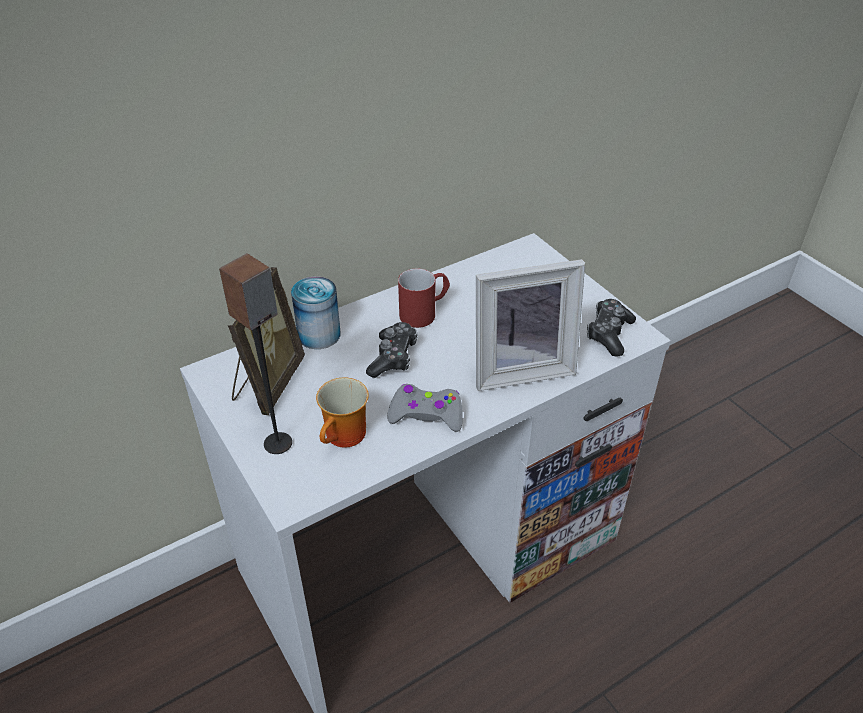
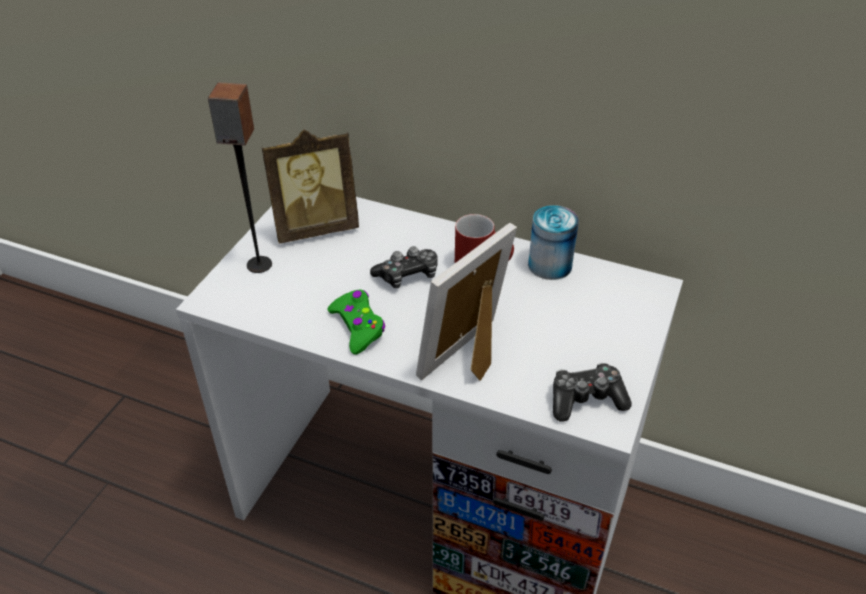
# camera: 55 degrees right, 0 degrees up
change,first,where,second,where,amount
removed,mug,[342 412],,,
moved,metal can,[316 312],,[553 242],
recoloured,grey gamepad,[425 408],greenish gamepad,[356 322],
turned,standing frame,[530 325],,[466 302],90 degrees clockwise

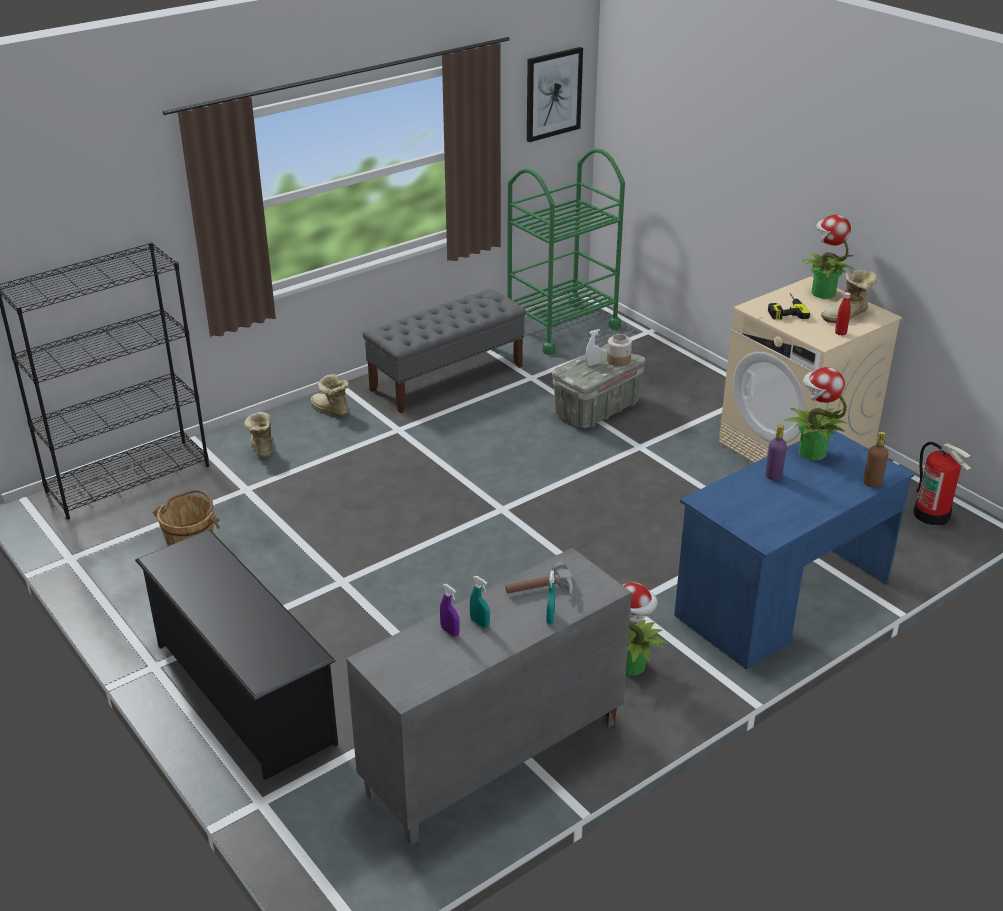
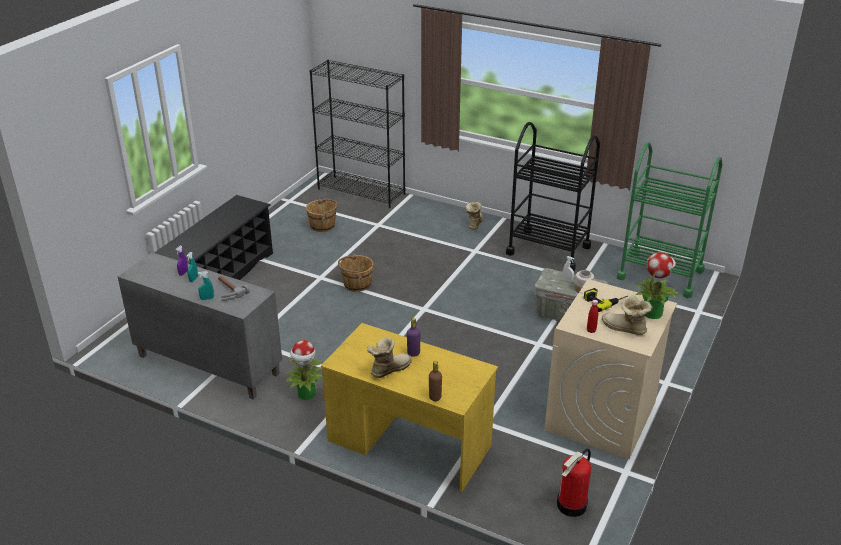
# camera: 65 degrees right, 0 degrees up
change,first,where,second,where,amount
removed,wall art,[555 94],,,
removed,plant in a pot,[815 413],,,
added,,,brown pail,[355 273],
moved,boot,[258 435],,[389 358],
replaced,grey indoor bench,[444 351],blackish trolley,[553 196],
recoloured,blue desk unit,[794 550],yellowish desk unit,[409 407],

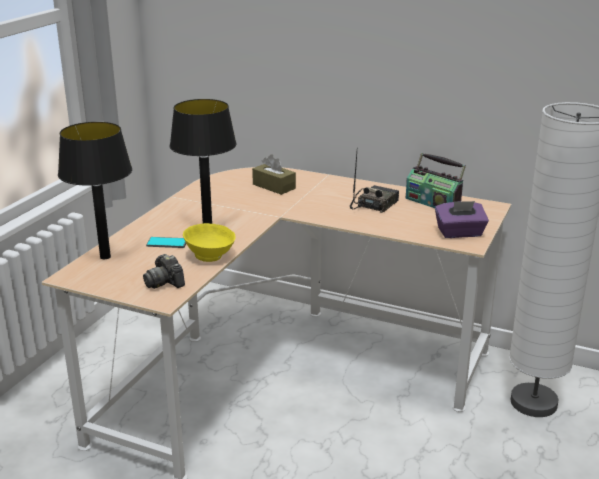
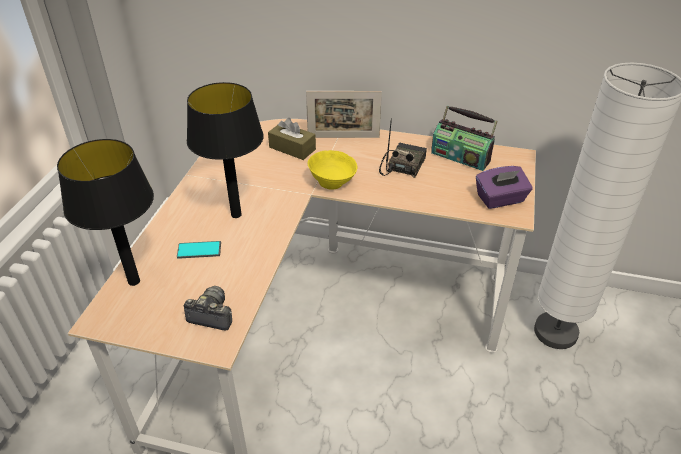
# camera: 10 degrees left, 15 degrees up
change,first,where,second,where,amount
added,,,standing frame,[344 114],
moved,yellowish deep dish,[209 242],,[332 169],
turned,still camera,[164 271],,[208 308],150 degrees clockwise

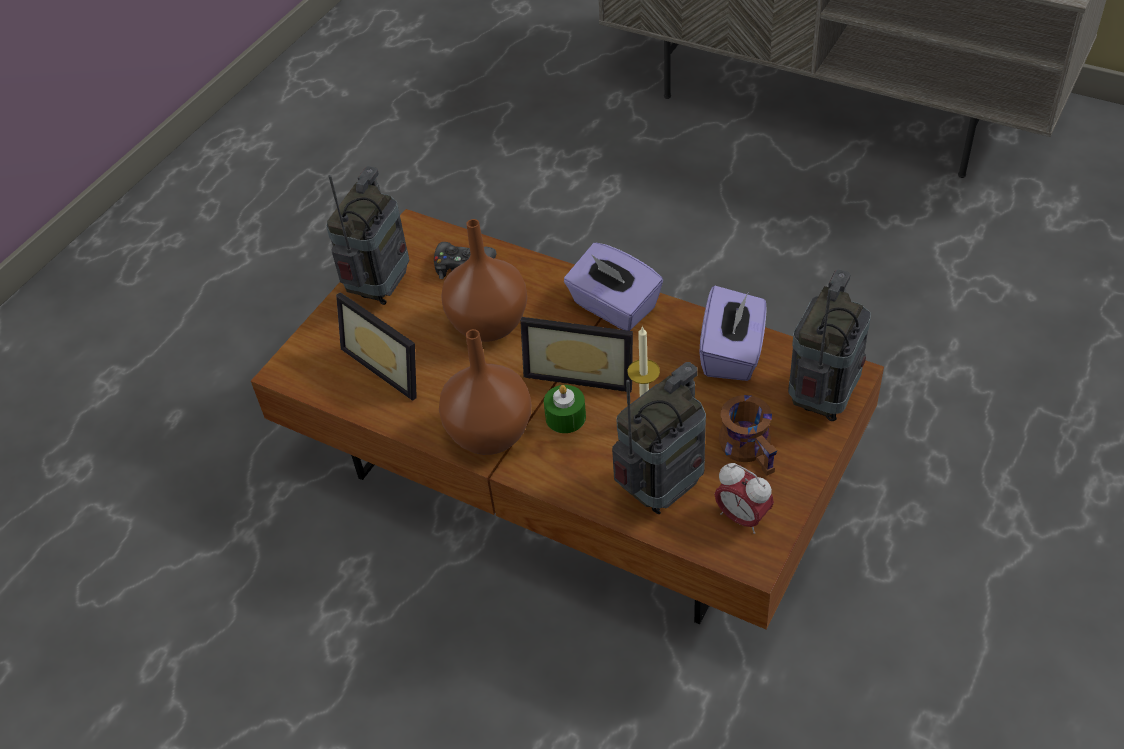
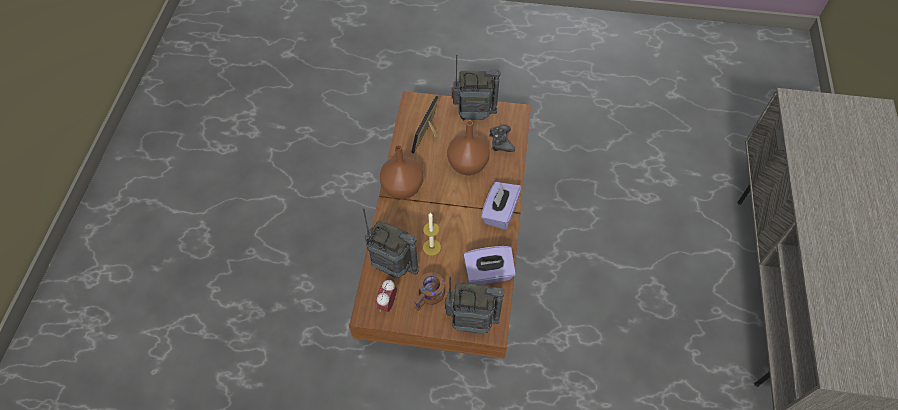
# camera: 65 degrees right, 10 degrees up
change,first,where,second,where,amount
removed,standing frame,[576 354],,,
removed,greenish wax candle,[565 409],,,

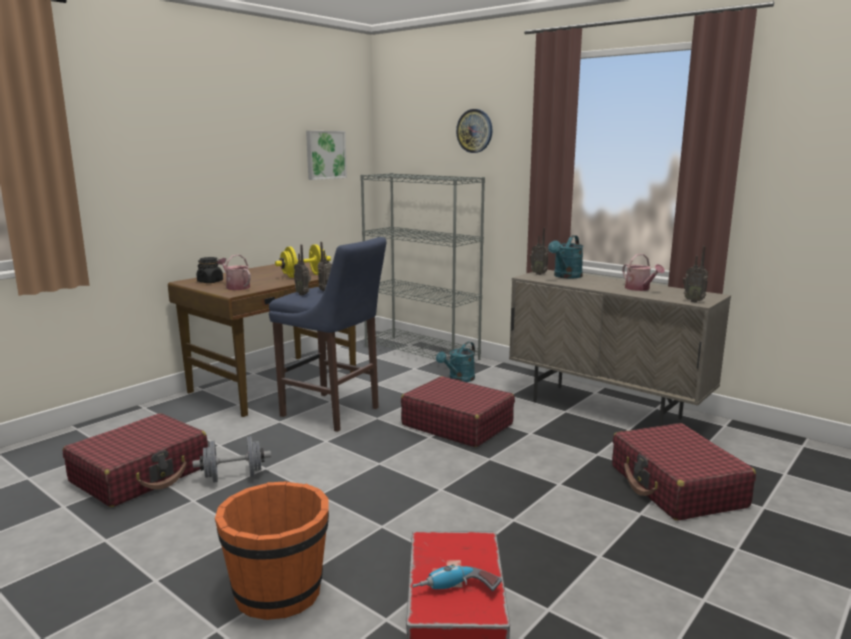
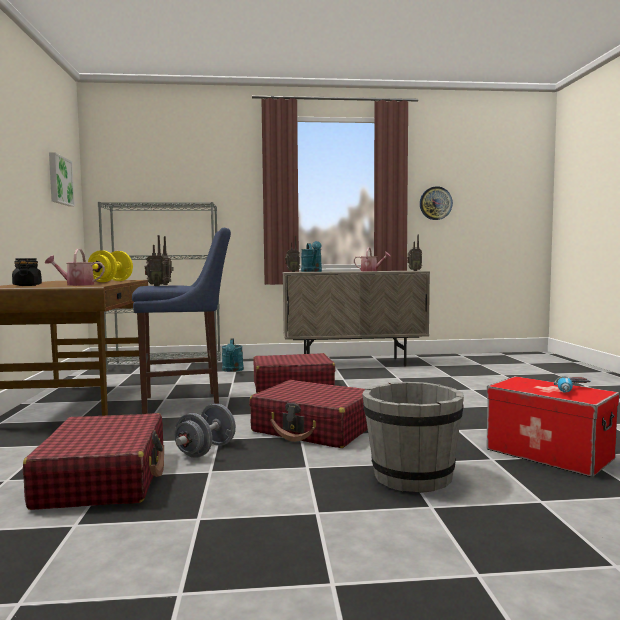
# camera: 45 degrees left, 10 degrees down
change,first,where,second,where,amount
moved,wall clock,[474 131],,[436 203],
moved,red travel case,[684 472],,[308 414],
recoloured,orangey pail,[272 550],grey pail,[413 437],

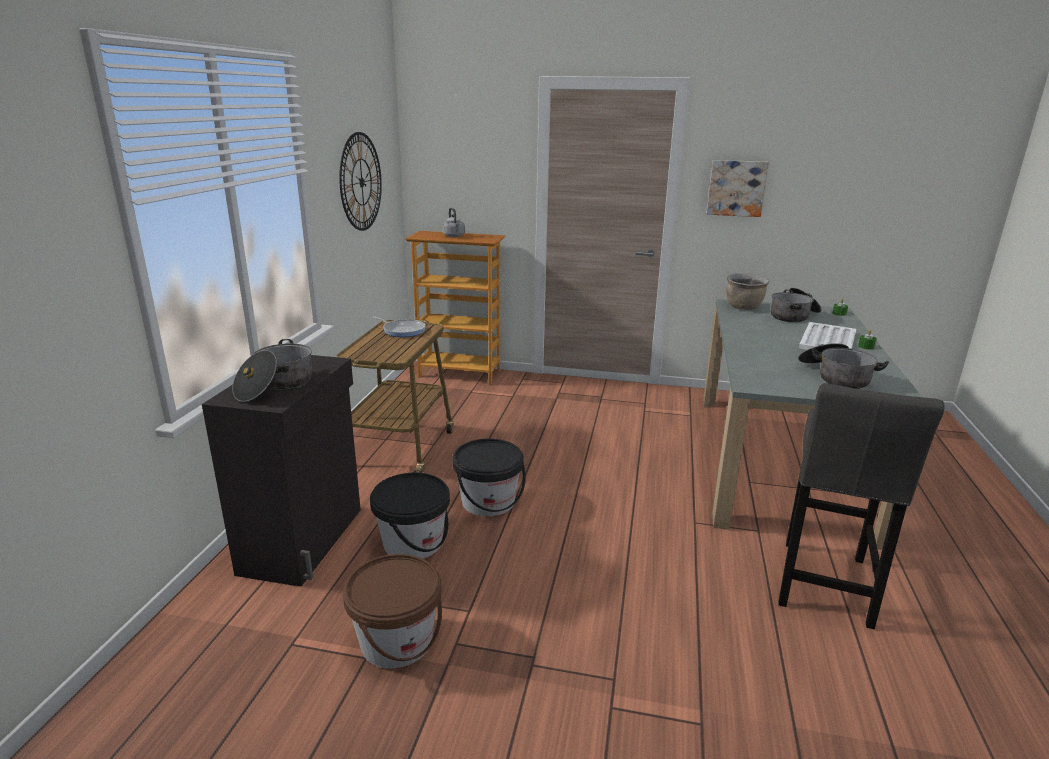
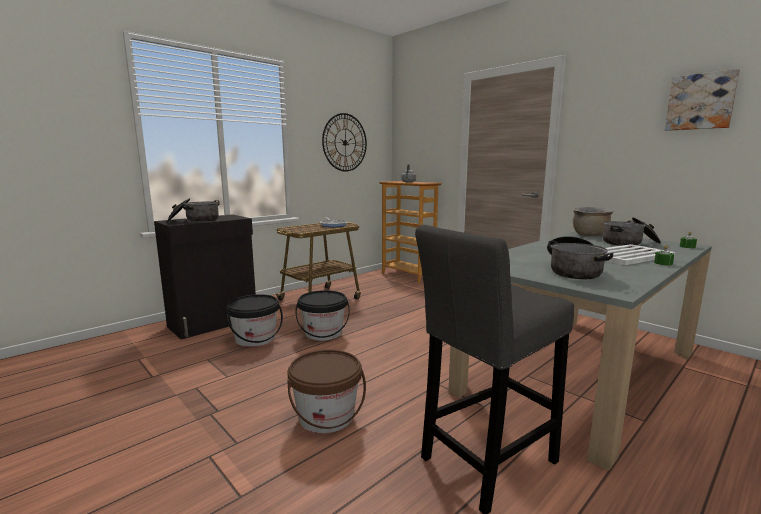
# camera: 35 degrees right, 10 degrees down
change,first,where,second,where,amount
moved,brown pail,[392 611],,[326 391],
moved,wall art,[738 188],,[702 100],

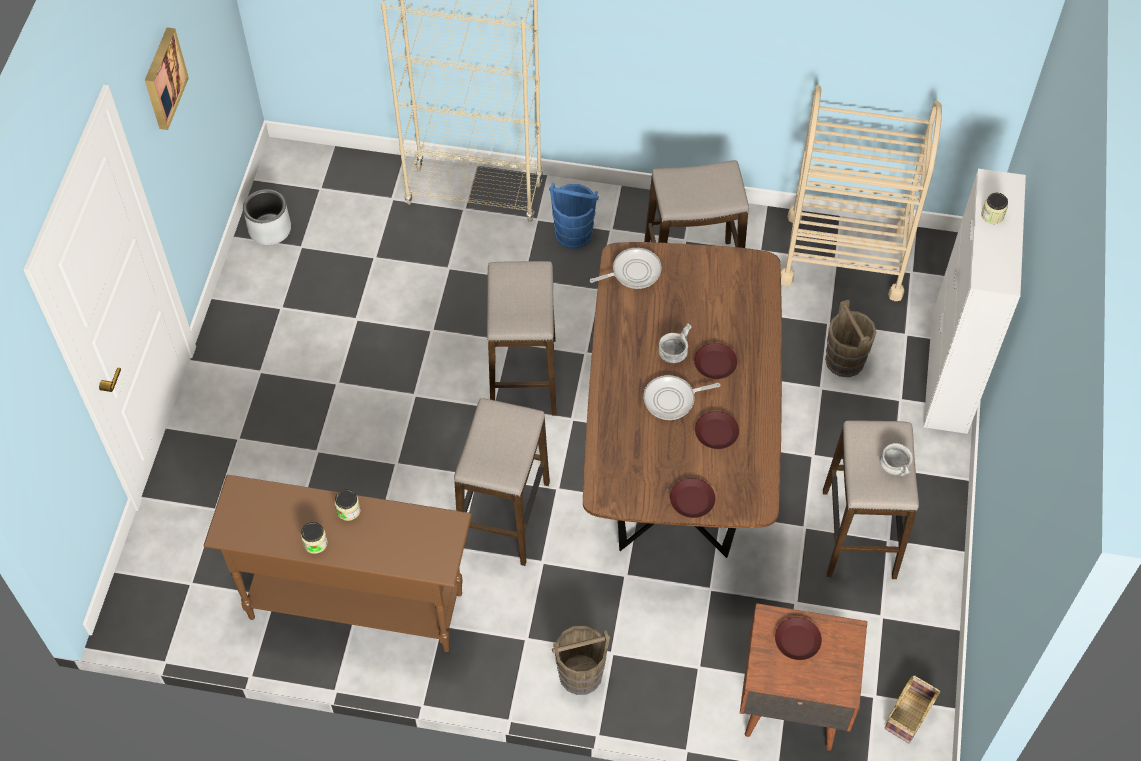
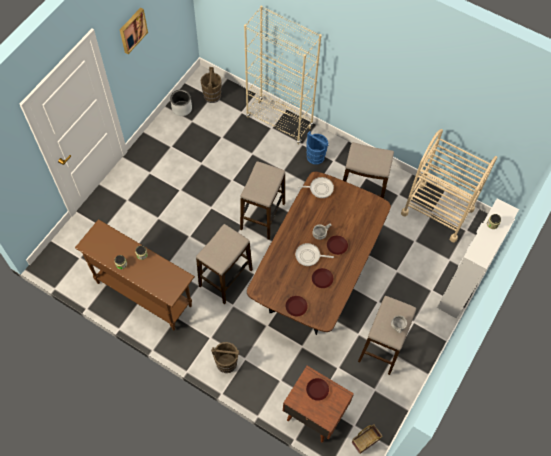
# camera: 20 degrees right, 5 degrees up
change,first,where,second,where,amount
moved,brown pail,[850 338],,[211 85],

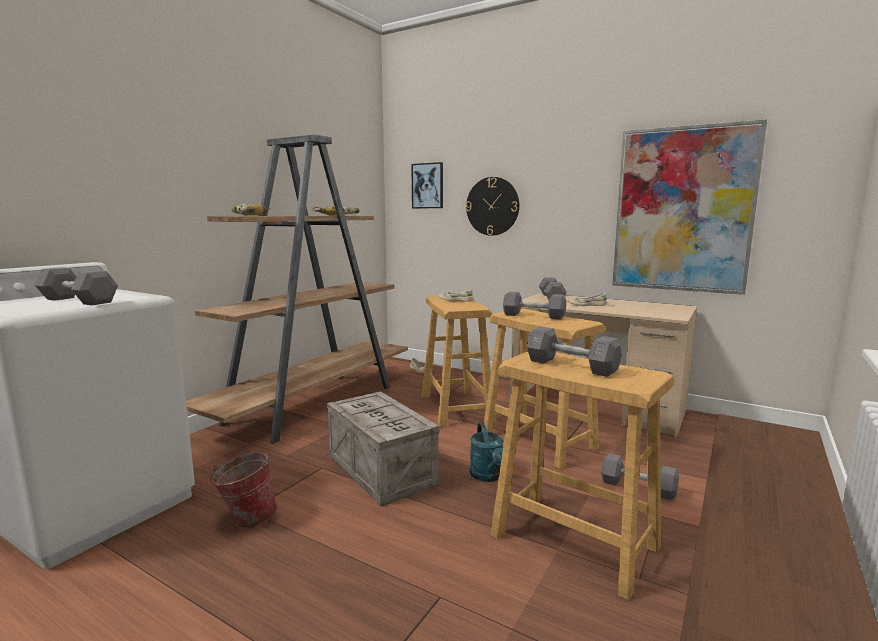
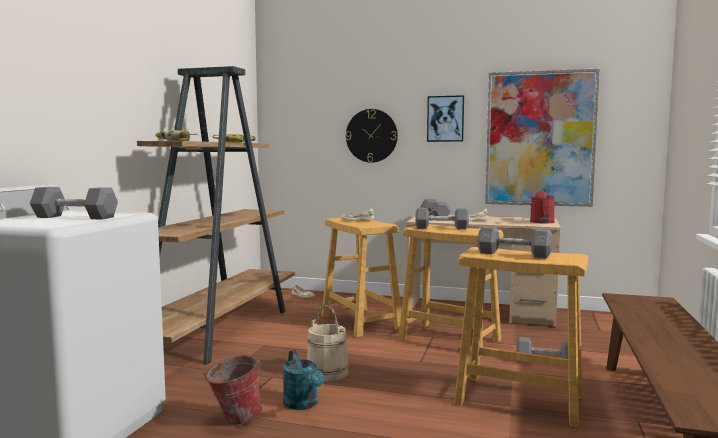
# camera: 15 degrees left, 5 degrees down
change,first,where,second,where,amount
added,,,red sprinkling can,[542 206],
moved,wall art,[427 185],,[445 118],
moved,turquoise-coloured sprinkling can,[486 452],,[303 380],
replaced,shipping crate,[383 449],beige-coloured pail,[328 343],

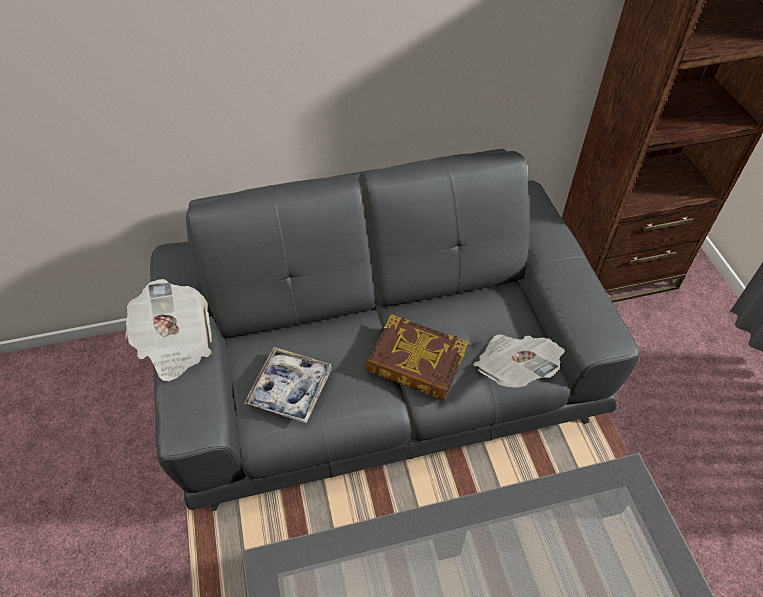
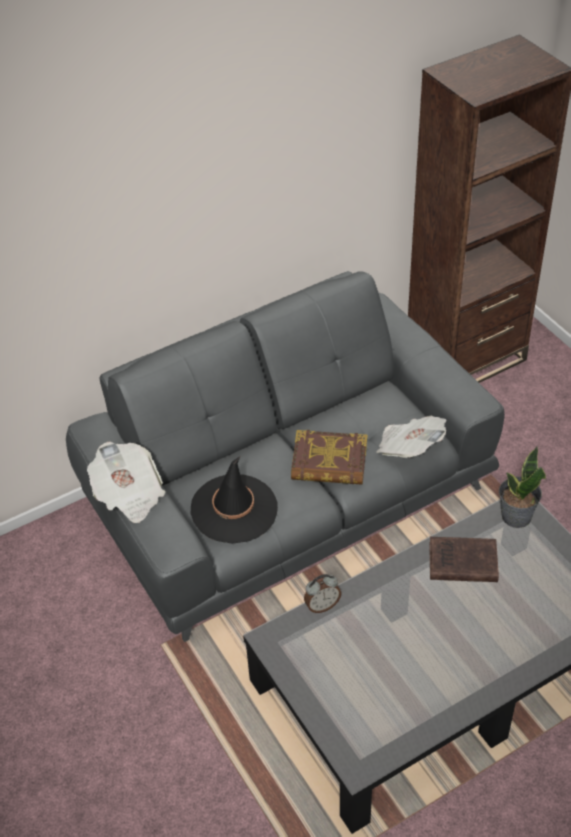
# camera: 15 degrees left, 5 degrees down
change,first,where,second,where,amount
added,,,table clock,[322 593],
added,,,brown bound book,[464 559],
added,,,plant in a pot,[522 487],
replaced,serving tray,[288 385],blackish hat,[234 500],

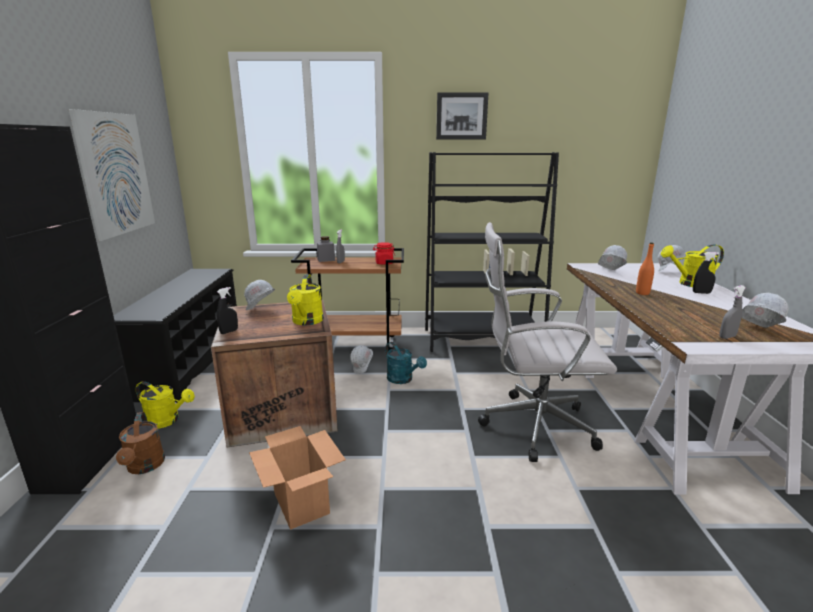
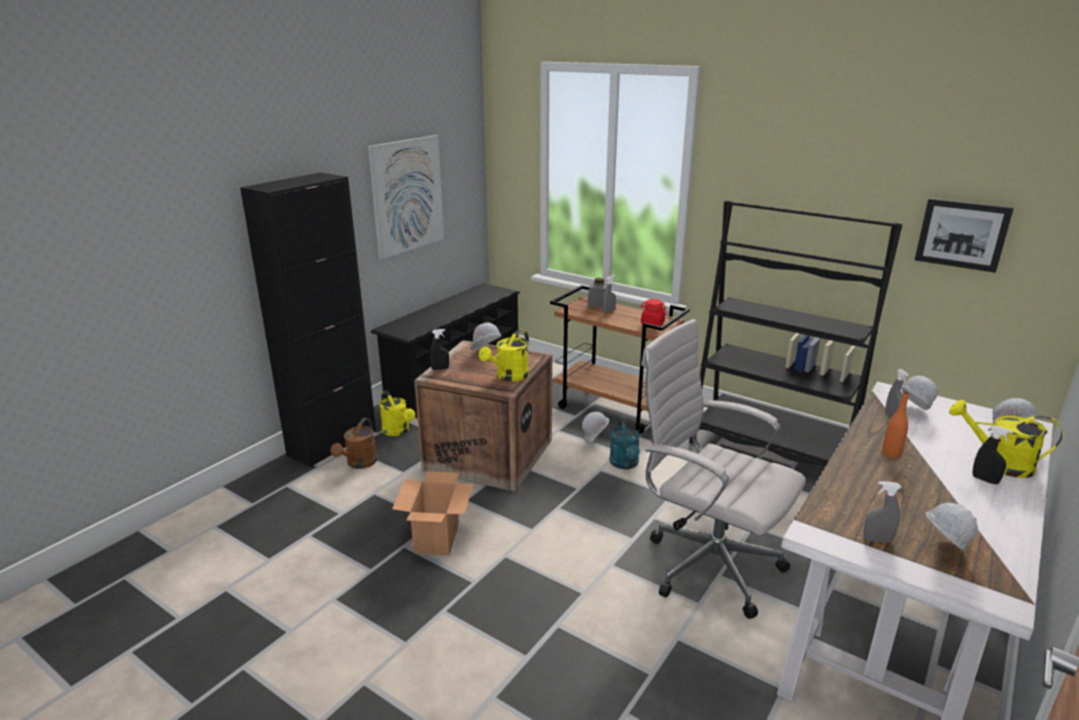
# camera: 35 degrees right, 5 degrees up
change,first,where,second,where,amount
added,,,grey sprayer,[897 393],
moved,wall art,[462 116],,[964 235],

